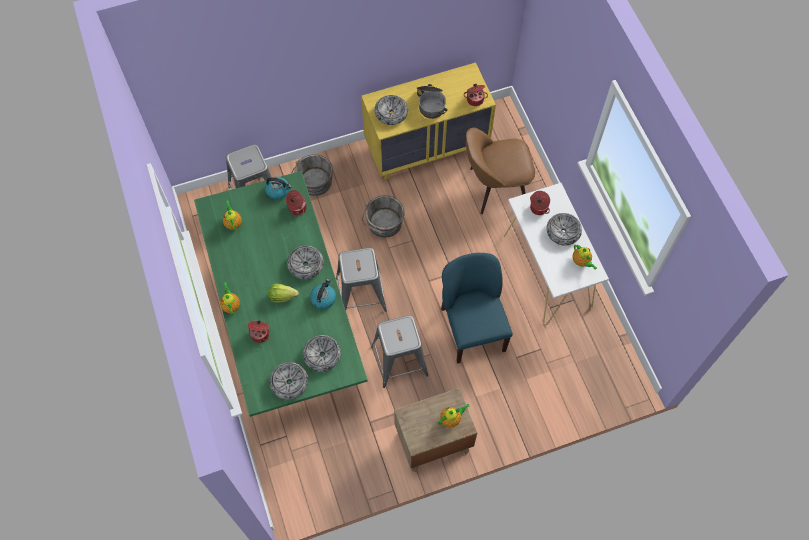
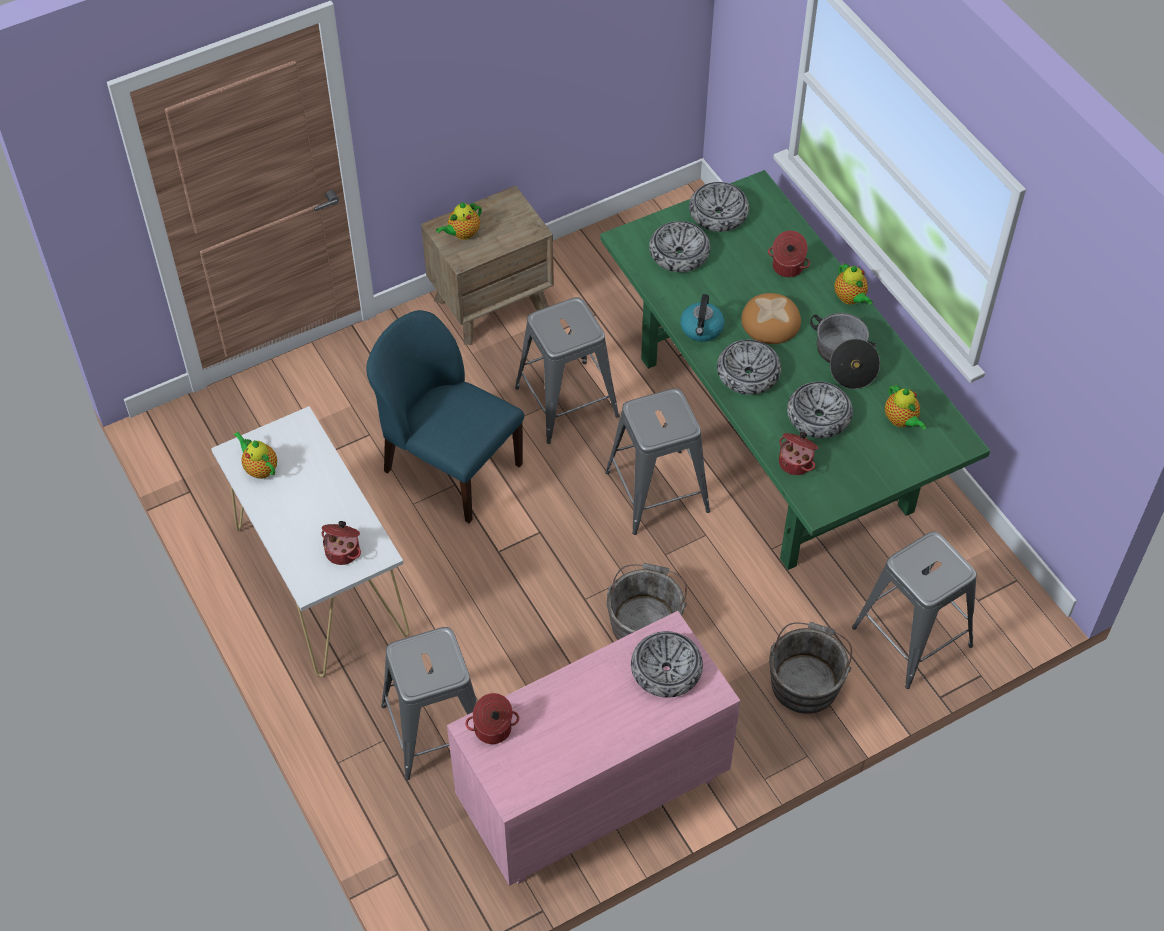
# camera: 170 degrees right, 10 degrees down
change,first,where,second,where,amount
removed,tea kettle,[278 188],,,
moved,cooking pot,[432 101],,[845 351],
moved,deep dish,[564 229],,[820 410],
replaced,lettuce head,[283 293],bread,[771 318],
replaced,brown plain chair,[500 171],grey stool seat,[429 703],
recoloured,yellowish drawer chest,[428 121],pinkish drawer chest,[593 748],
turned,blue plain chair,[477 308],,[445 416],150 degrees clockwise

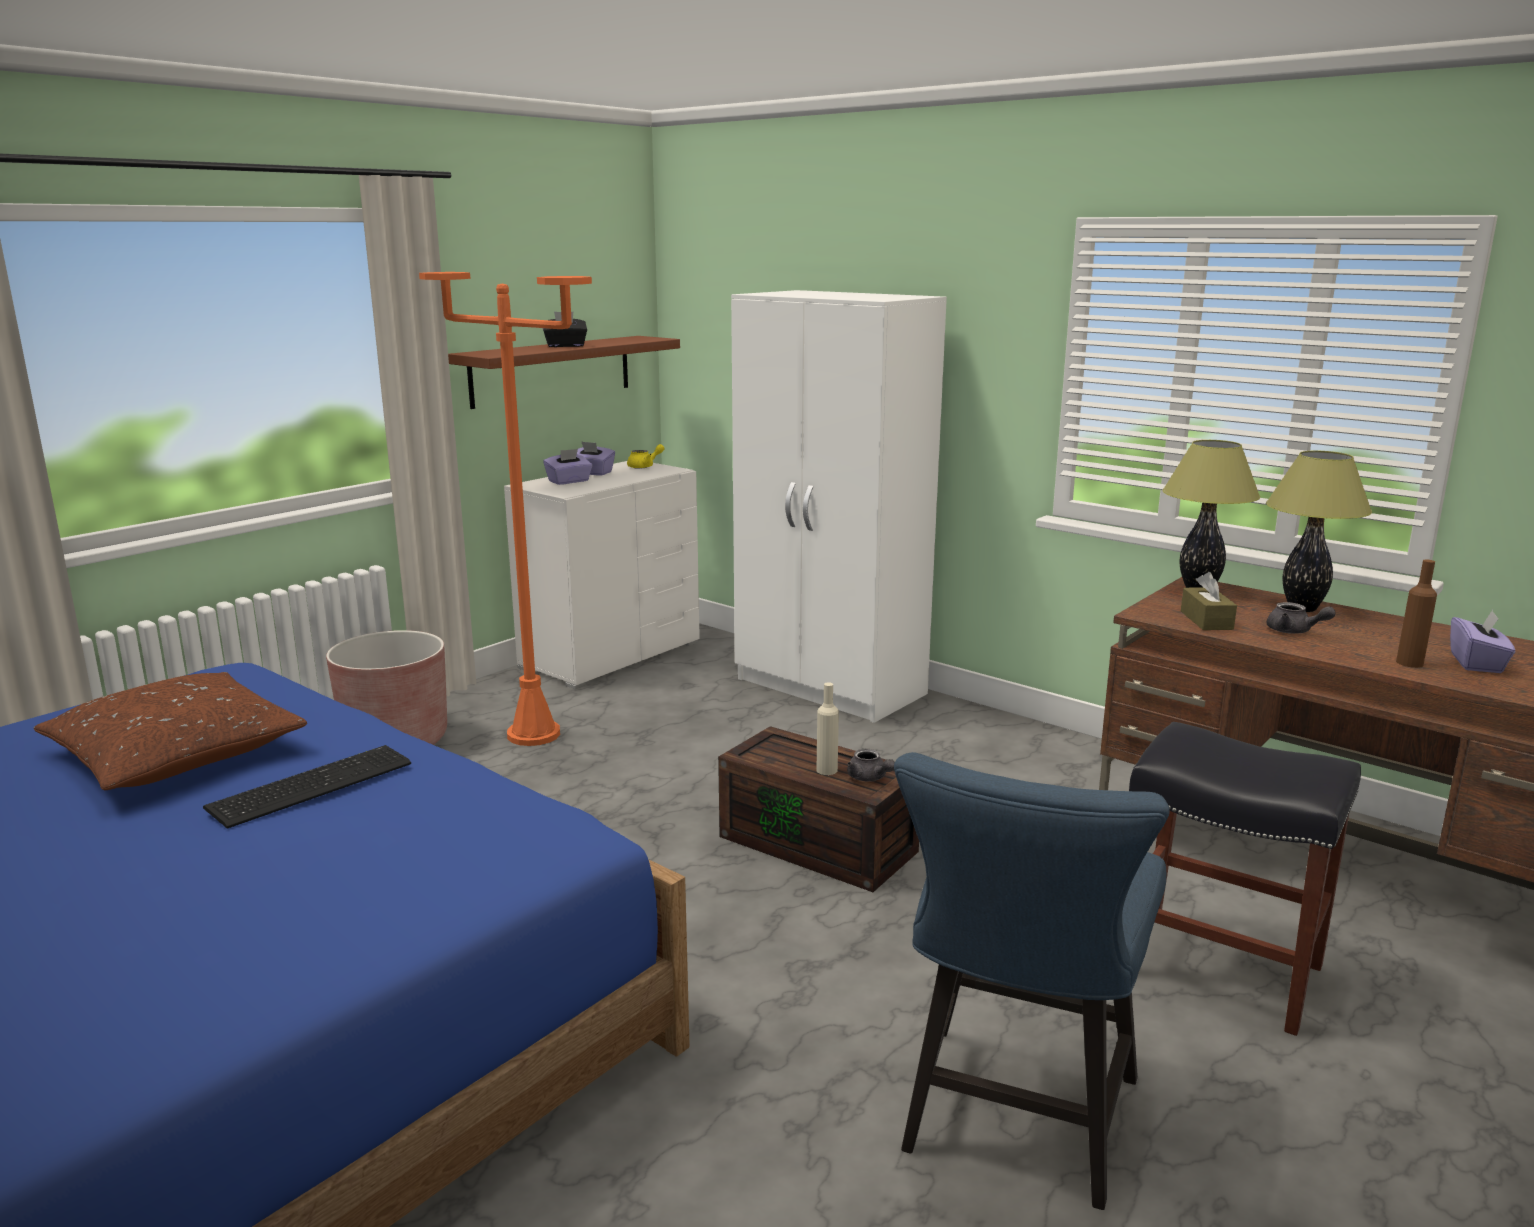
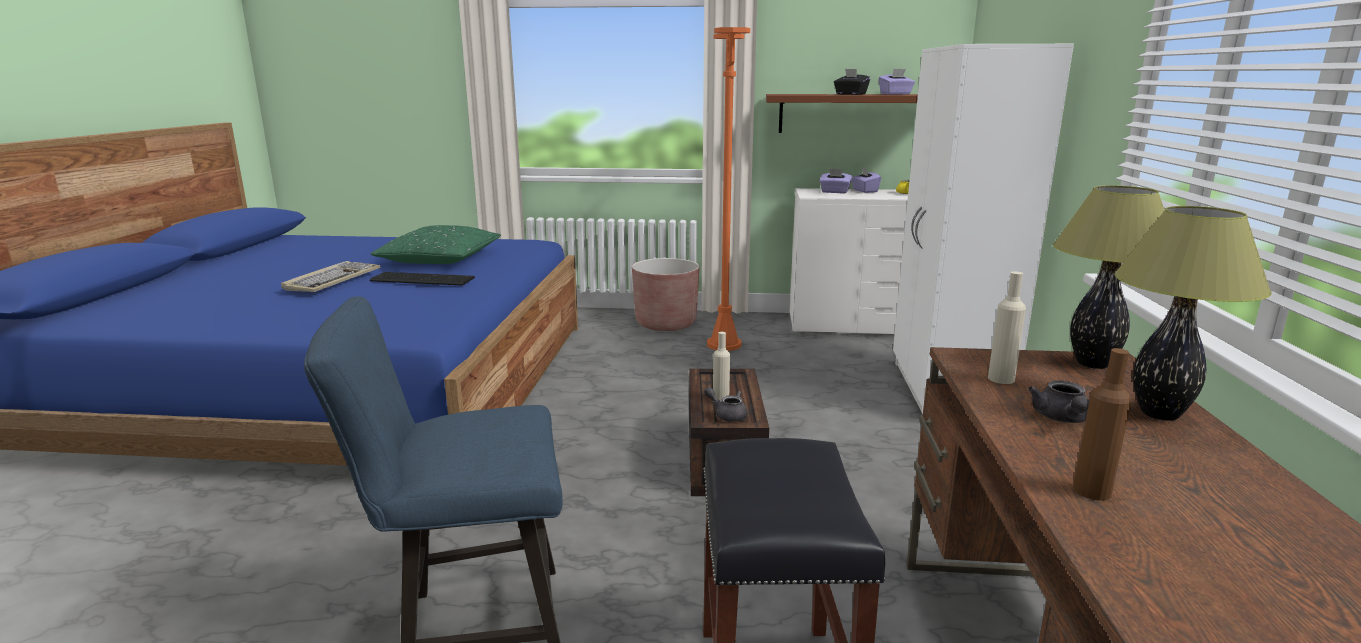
# camera: 55 degrees right, 0 degrees up
change,first,where,second,where,amount
added,,,keyboard,[331 276],
moved,purple tissue box,[1482 641],,[897 82],
replaced,brown tissue box,[1209 601],beige-coloured bottle,[1007 327],
recoloured,brown throw pillow,[170 731],greenish throw pillow,[436 244],
turned,grey tea pot,[871 765],,[726 404],105 degrees clockwise

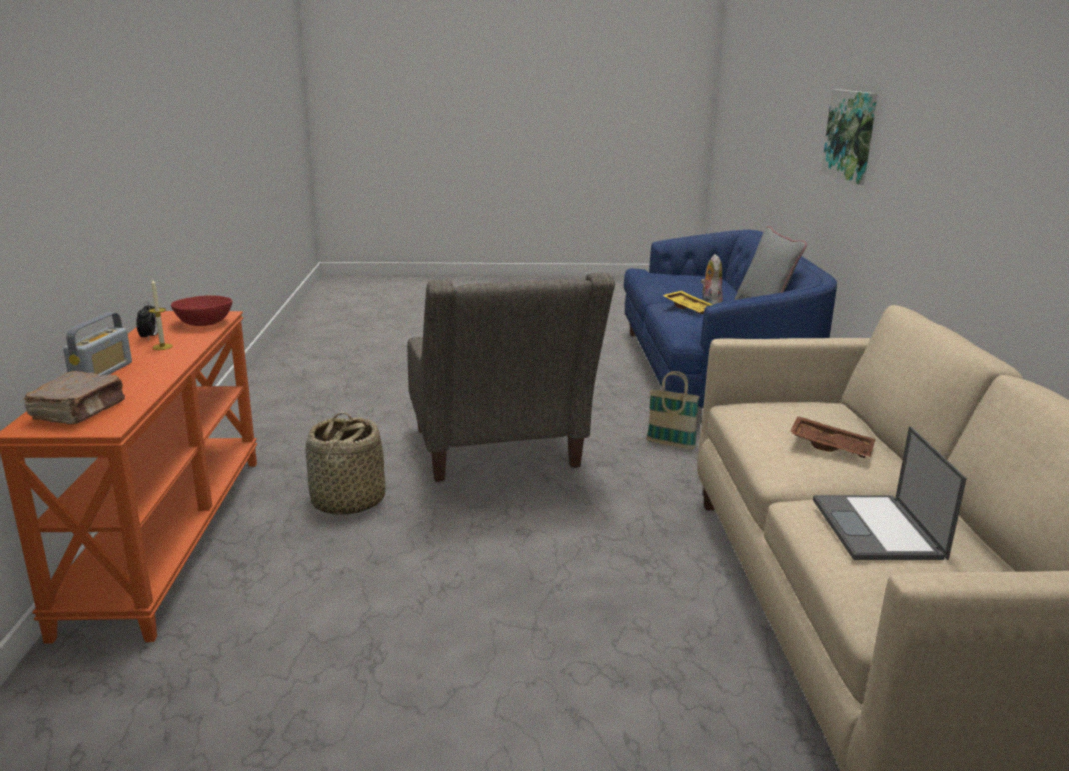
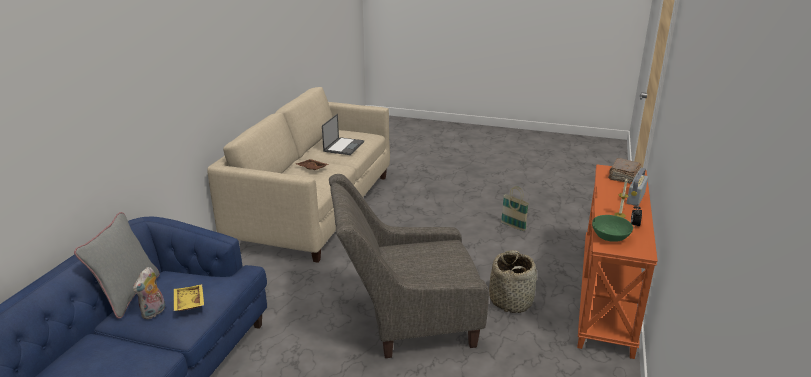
# camera: 160 degrees left, 5 degrees up
change,first,where,second,where,amount
removed,wall art,[849 137],,,
moved,basket,[673 410],,[515 208],
recoloured,red deep dish,[201 310],greenish deep dish,[612 228],
turned,grey armchair,[511 377],,[409 266],105 degrees counterclockwise

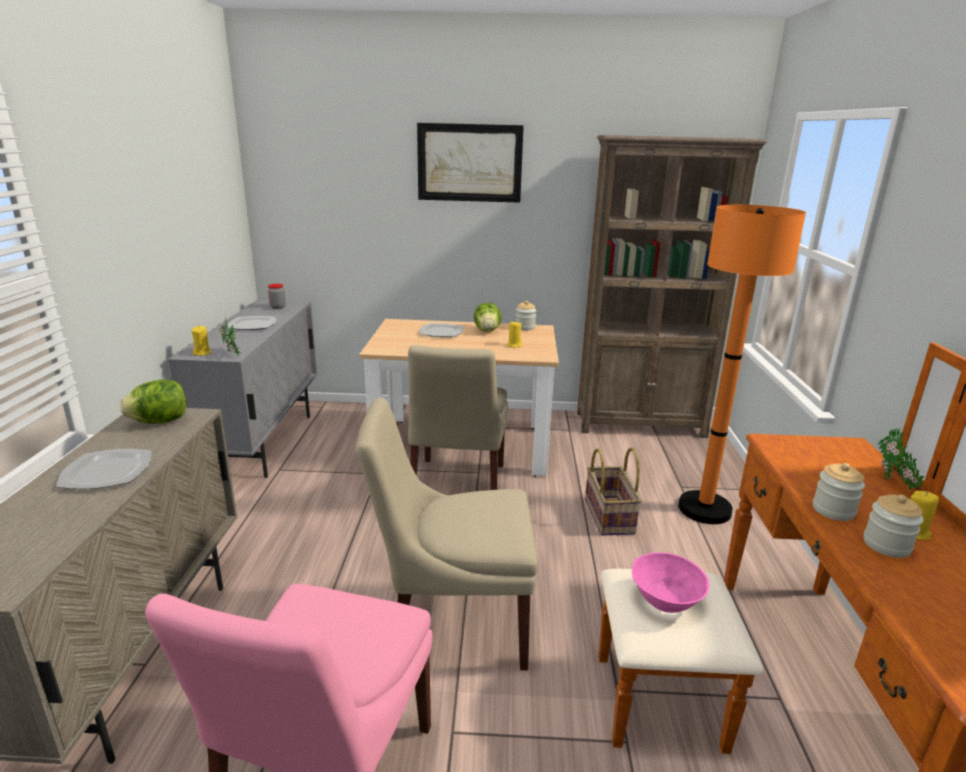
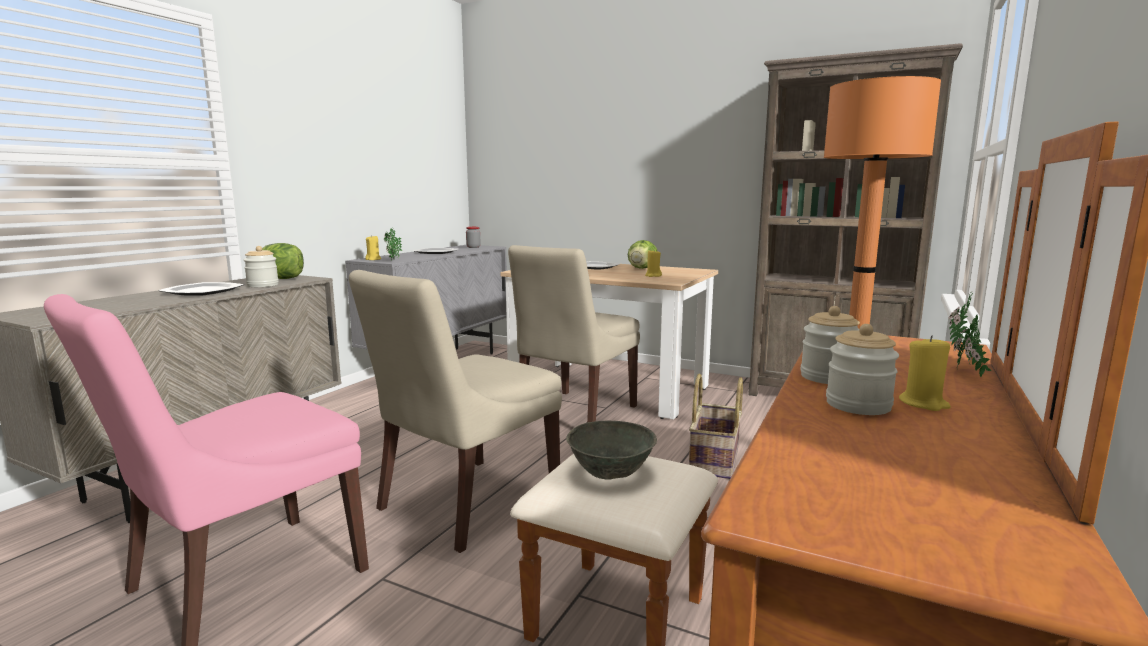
# camera: 25 degrees right, 10 degrees down
change,first,where,second,where,amount
removed,wall art,[470 163],,,
moved,storage jar,[526 315],,[261 266],
recoloured,pinkish deep dish,[670 582],grey deep dish,[611 450],
turned,beige-coloured plain chair,[447 534],,[455 411],75 degrees counterclockwise

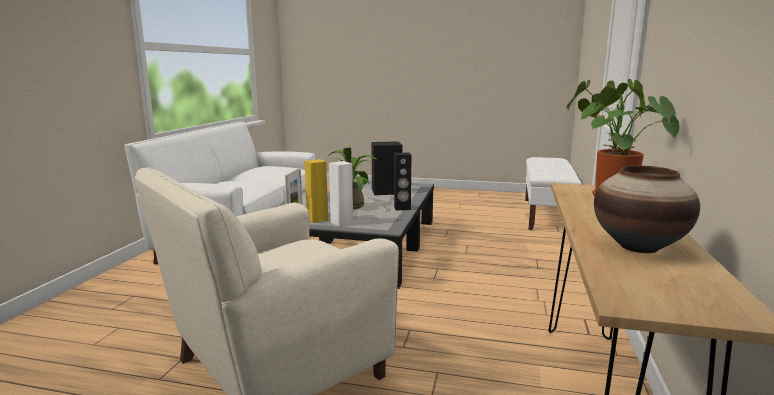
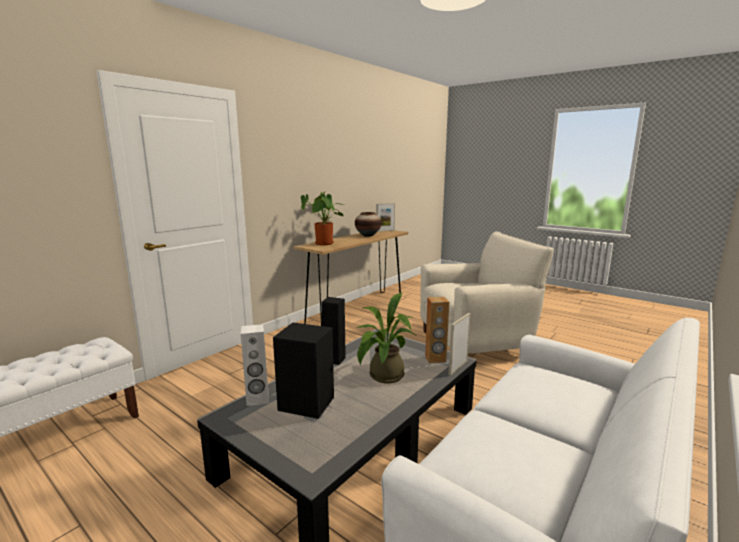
# camera: 155 degrees left, 0 degrees up
change,first,where,second,where,amount
added,,,standing frame,[385 217],
moved,white-coloured audio speaker,[341 193],,[255 365],
recoloured,yellowish audio speaker,[316 191],brown audio speaker,[437 330],

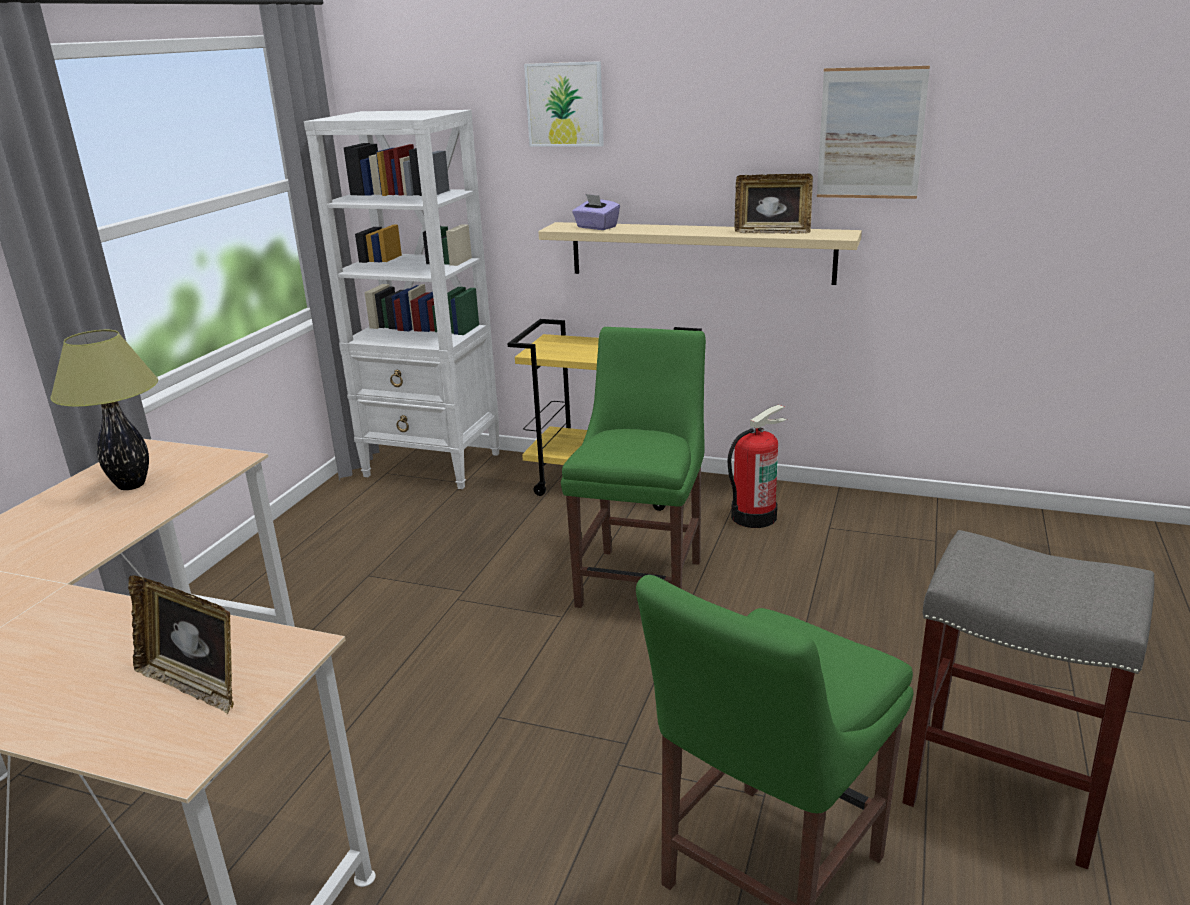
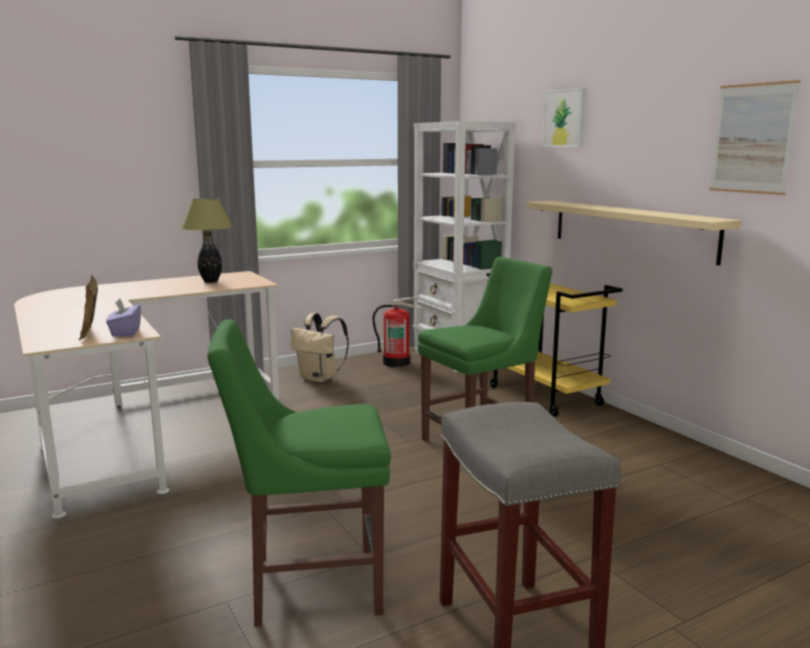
# camera: 40 degrees right, 10 degrees down
change,first,where,second,where,amount
removed,standing frame,[773 204],,,
added,,,beige-coloured backpack,[319 348],
moved,purple tissue box,[596 212],,[123 318],
moved,extinguisher,[757 466],,[396 332],

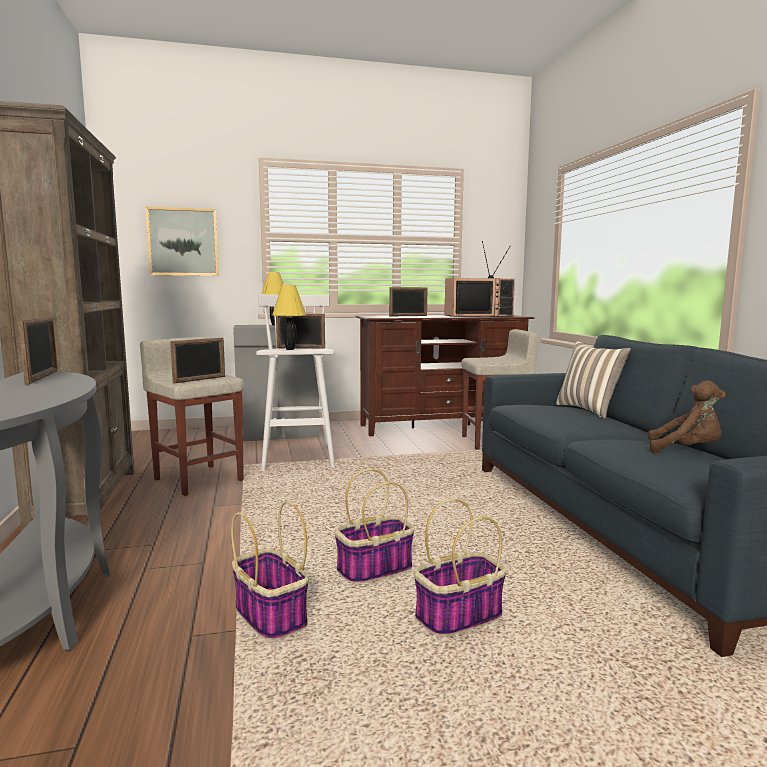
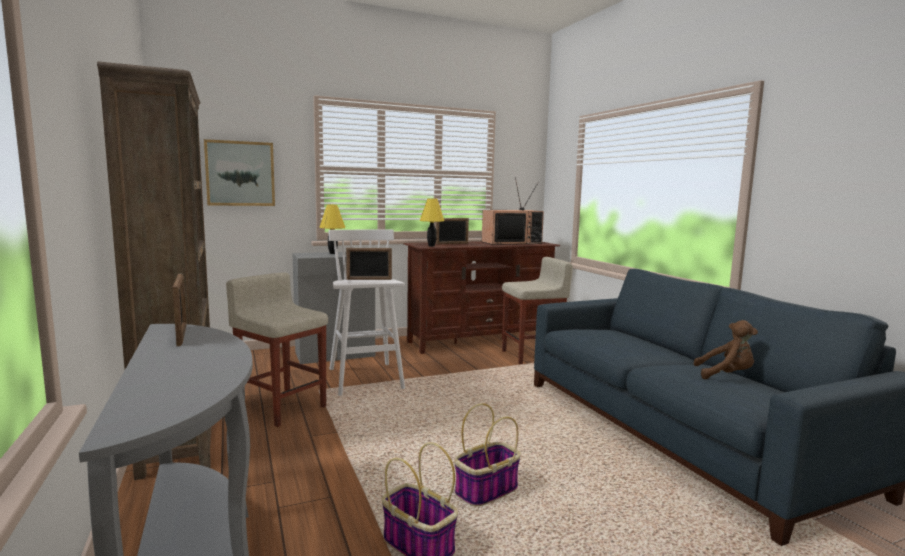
# camera: 10 degrees left, 0 degrees up
change,first,where,second,where,amount
removed,standing frame,[197 360],,,
removed,basket,[460 567],,,
removed,throw pillow,[593 380],,,
moved,yellowish table lamp,[289 317],,[432 222],

